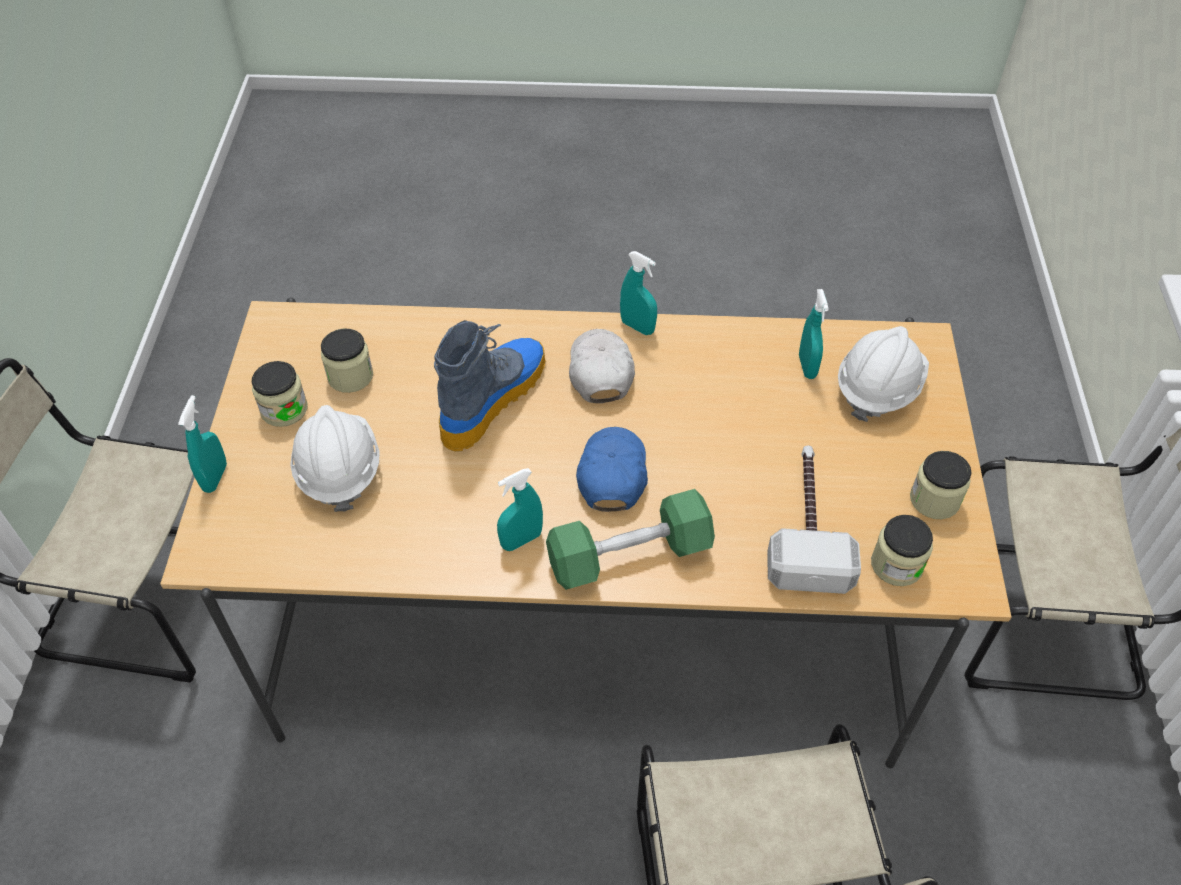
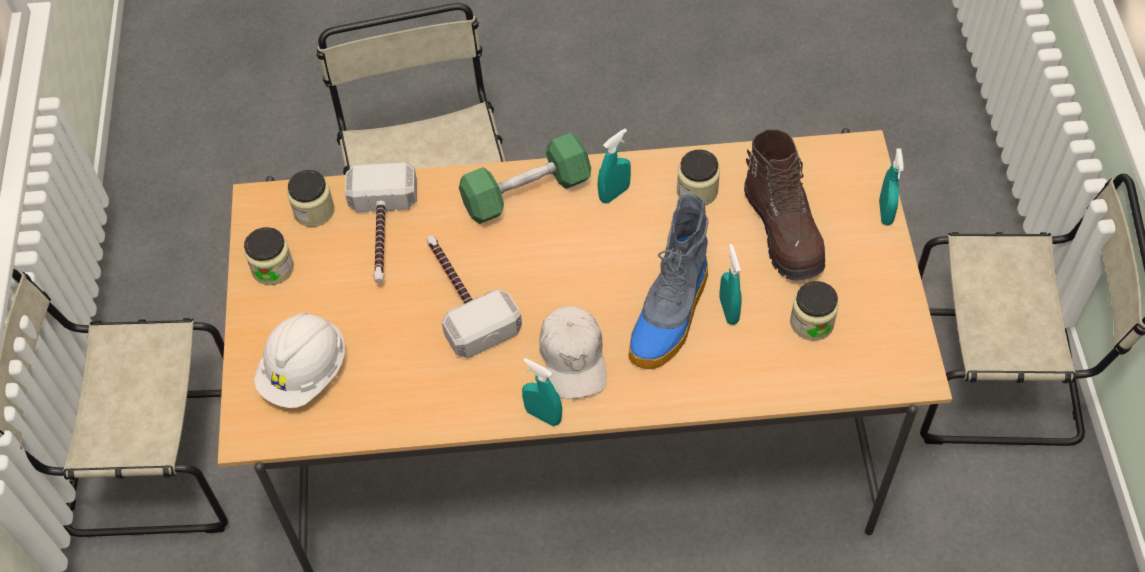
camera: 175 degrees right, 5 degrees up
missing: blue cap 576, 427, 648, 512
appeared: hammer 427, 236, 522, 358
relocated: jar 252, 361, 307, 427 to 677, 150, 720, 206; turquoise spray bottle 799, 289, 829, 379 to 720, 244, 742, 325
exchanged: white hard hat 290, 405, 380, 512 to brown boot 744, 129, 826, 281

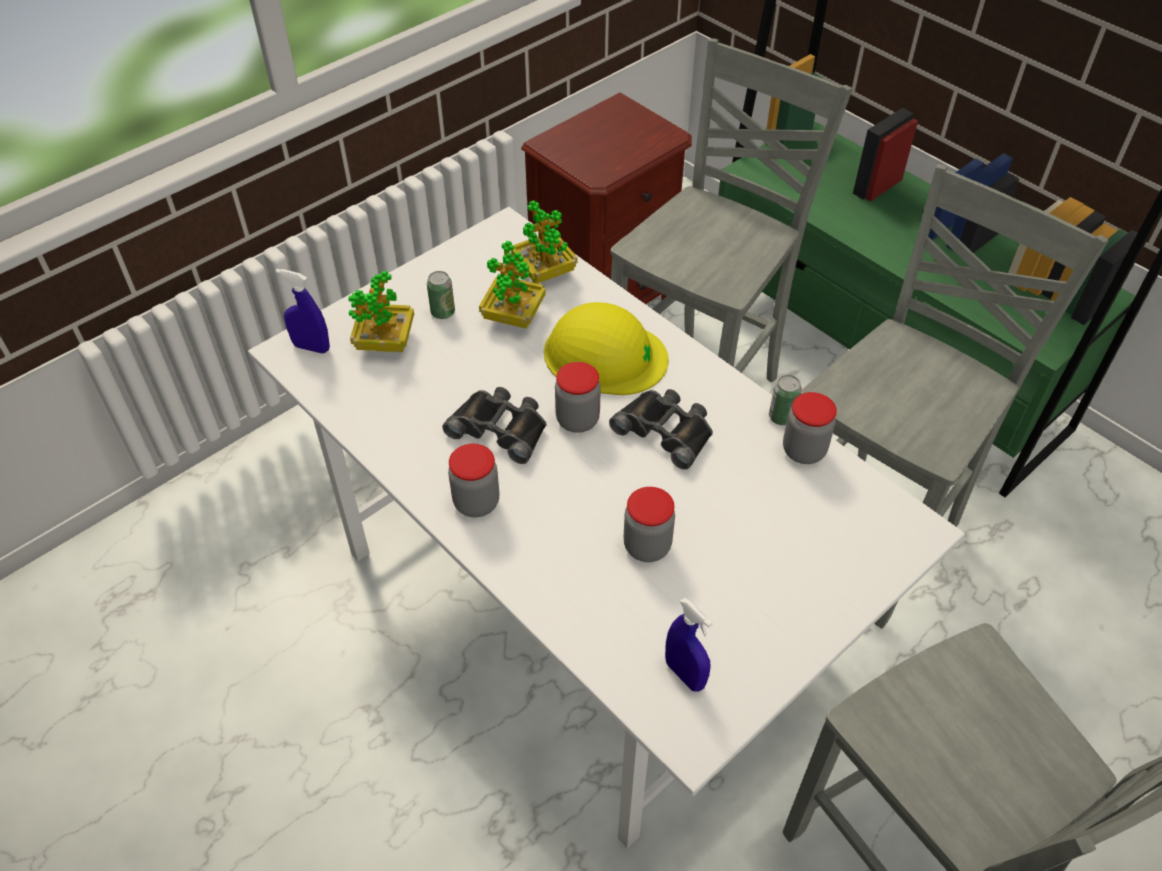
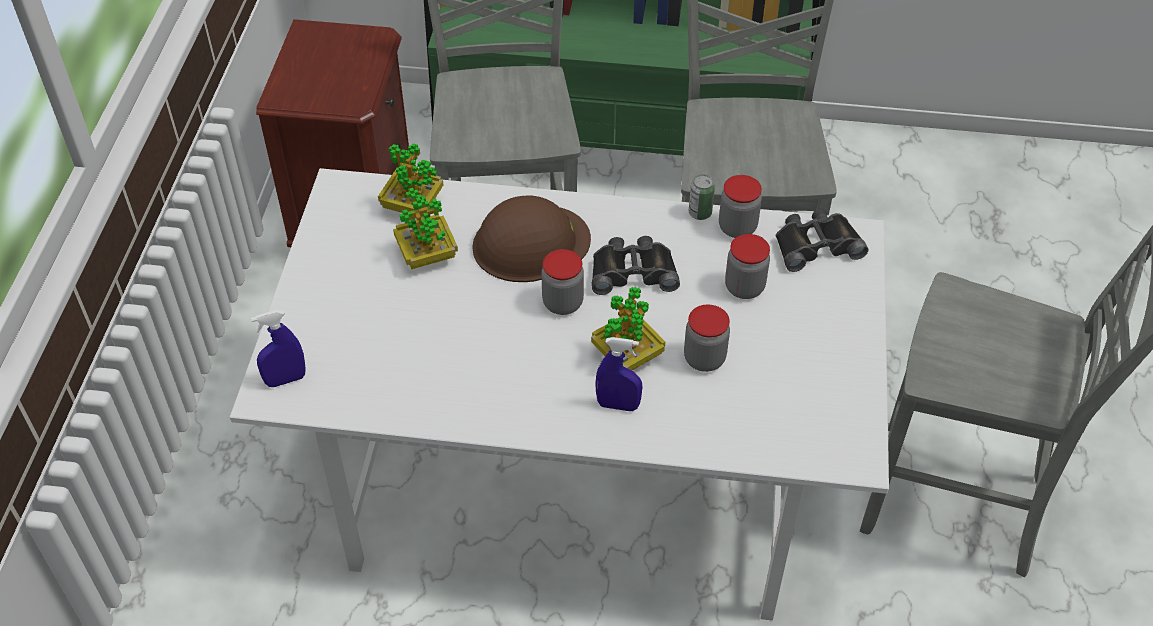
camera: 40 degrees left, 0 degrees up
missing: can 427, 271, 455, 319
relocated: potted plant 348, 271, 414, 352 to 591, 287, 665, 371; blue spray bottle 665, 598, 712, 692 to 595, 337, 642, 411; jar 448, 444, 499, 517 to 725, 234, 770, 299; black binoculars 442, 387, 547, 464 to 776, 209, 869, 272
colour: yellow hard hat 544, 302, 669, 395 to brown hard hat 472, 196, 591, 282

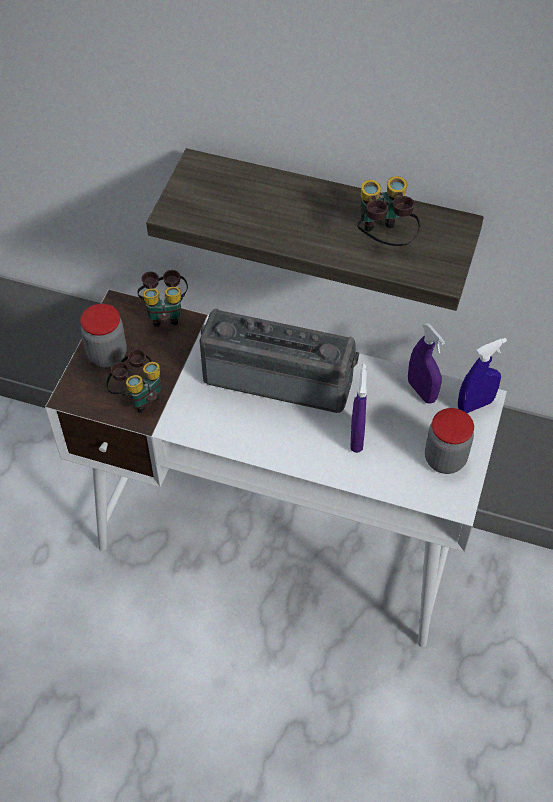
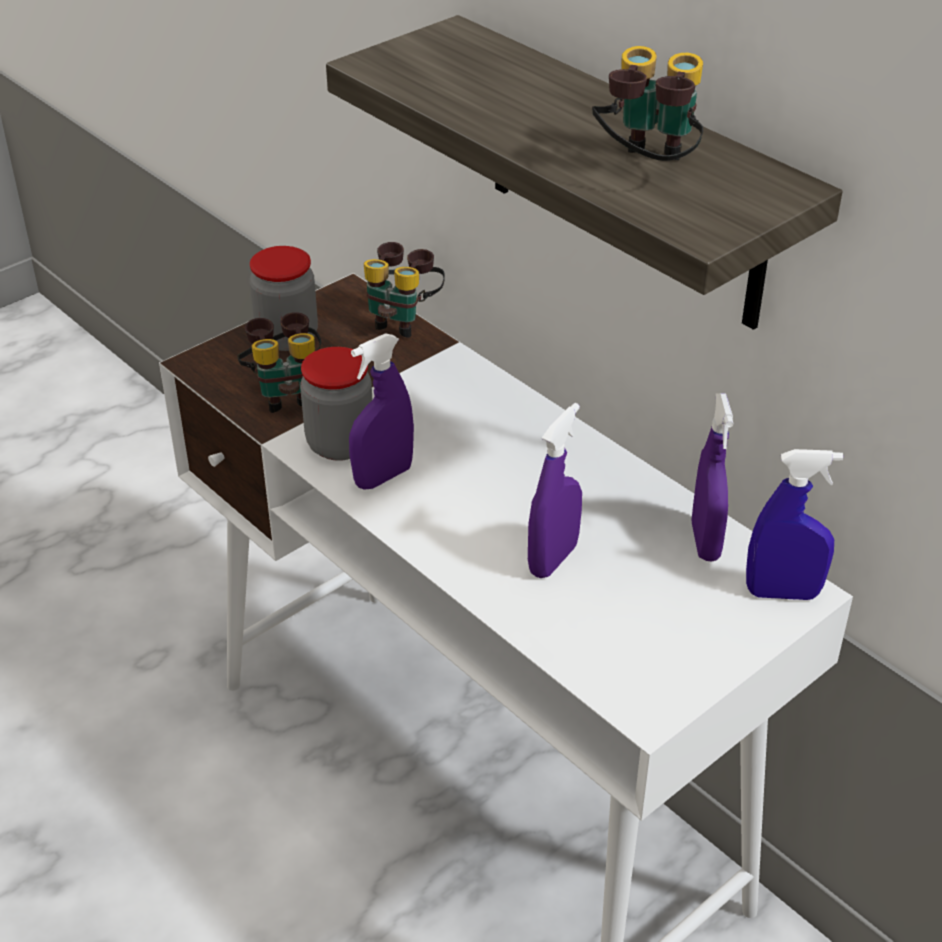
camera: 30 degrees right, 15 degrees down
missing: radio 199, 309, 359, 413
appeared: purple spray bottle 349, 333, 414, 490
relocated: jar 425, 408, 474, 474 to 300, 347, 372, 461

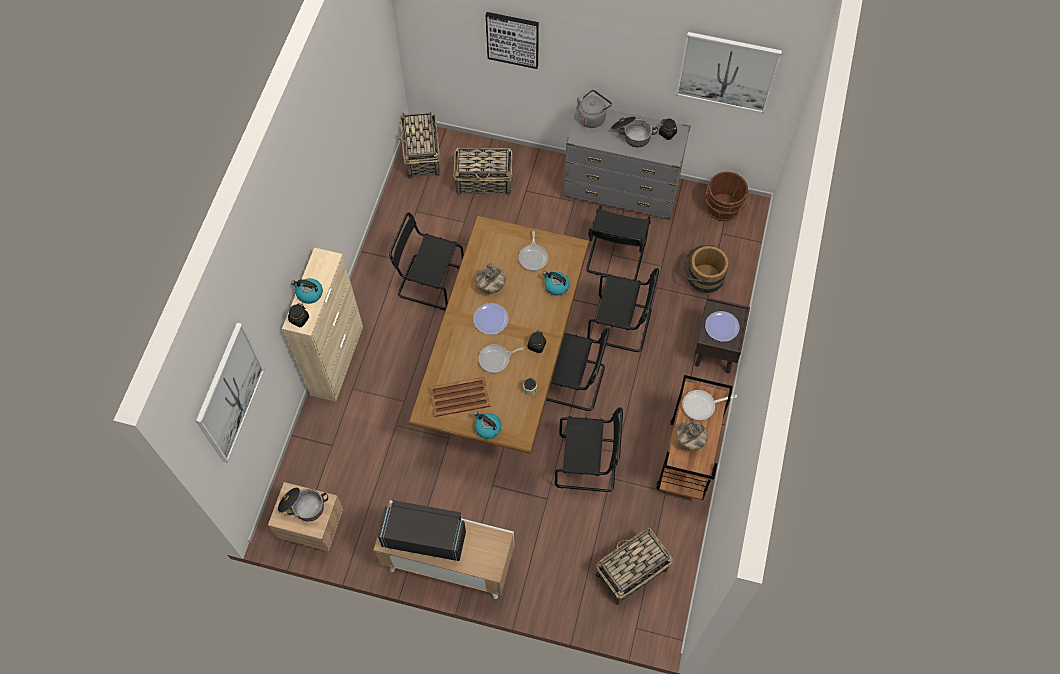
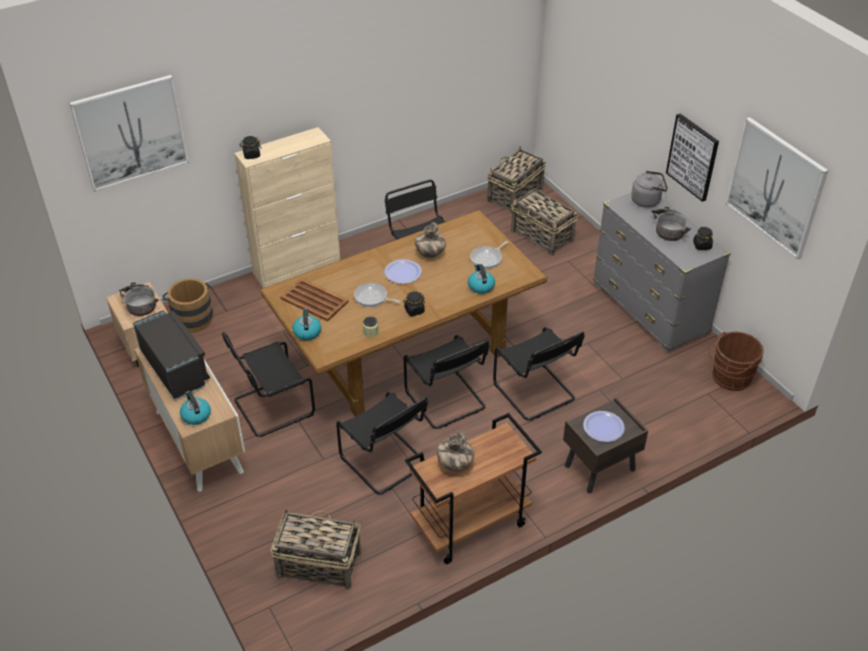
camera: 45 degrees right, 20 degrees down
missing: frying pan 682, 390, 737, 420
relocated: brown bucket 682, 244, 728, 295 to 162, 278, 213, 333; kettle 291, 278, 323, 304 to 180, 391, 211, 425; black chair 586, 206, 651, 280 to 222, 332, 315, 437; picture 486, 12, 539, 69 to 666, 114, 719, 202

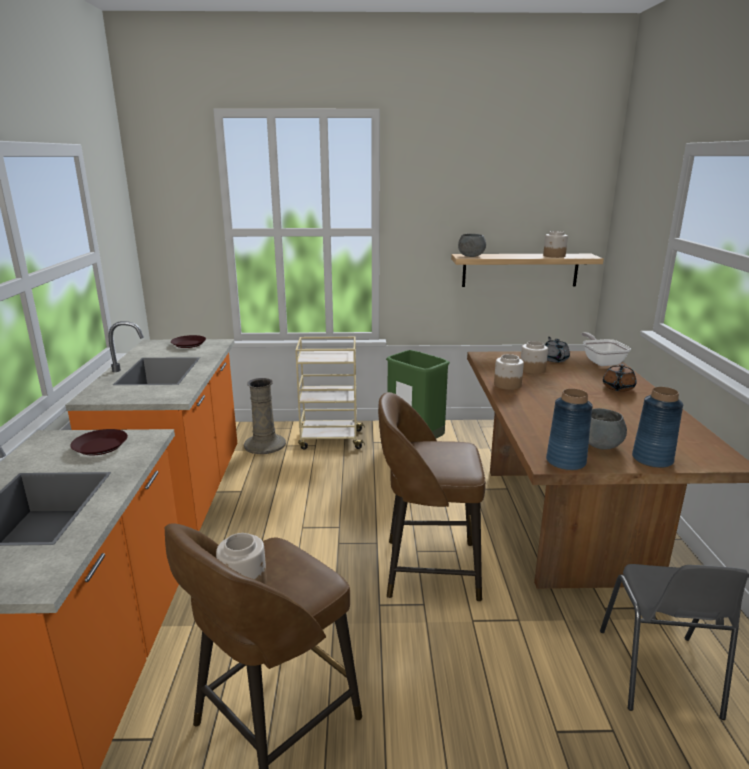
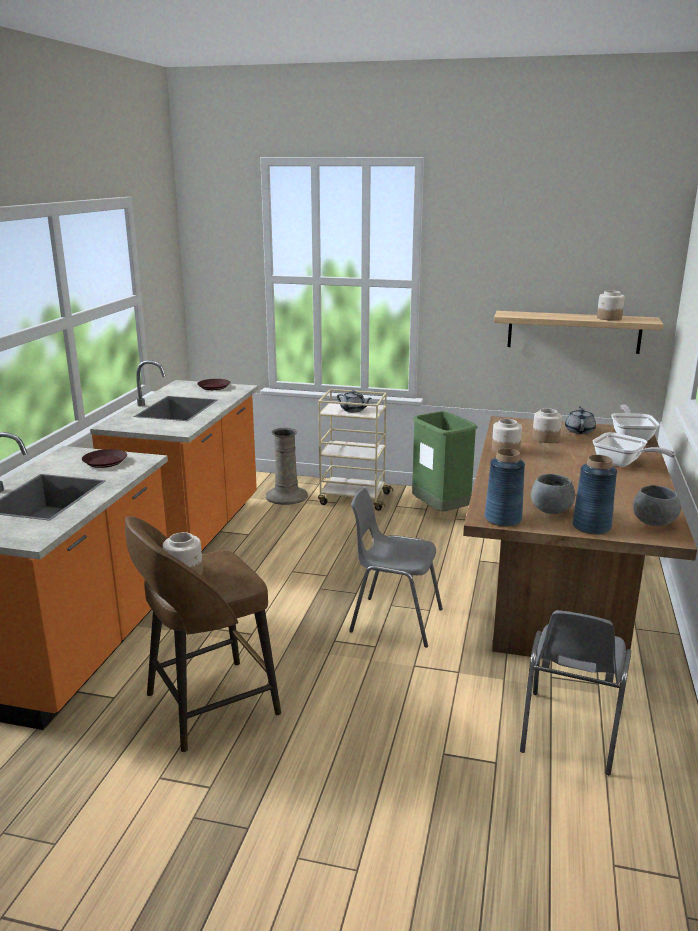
camera: 15 degrees right, 0 degrees up
appeared: grey teapot 337, 390, 372, 412
relocated: grey bowl 458, 234, 486, 257 to 633, 485, 681, 526
exchanged: brown stool 378, 392, 486, 601 to grey chair 349, 488, 443, 648; brown teapot 603, 364, 636, 391 to frying pan 593, 432, 676, 467

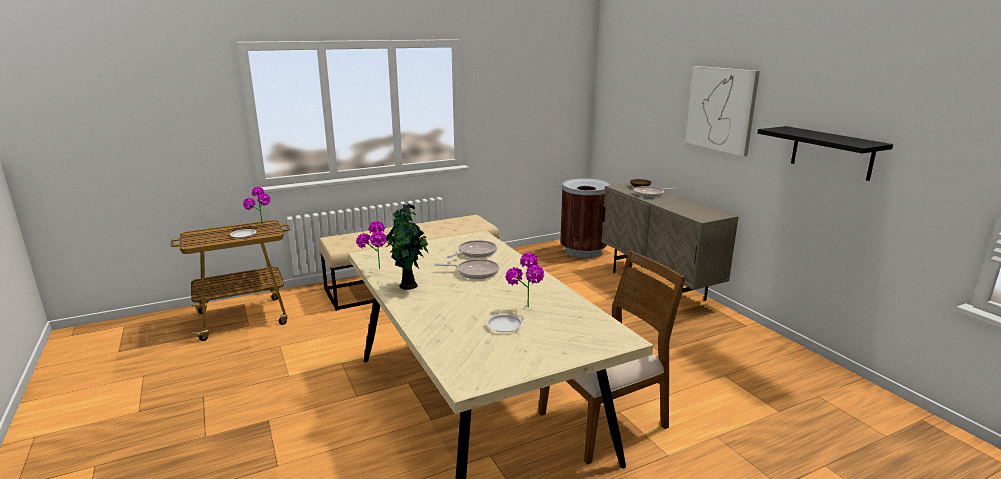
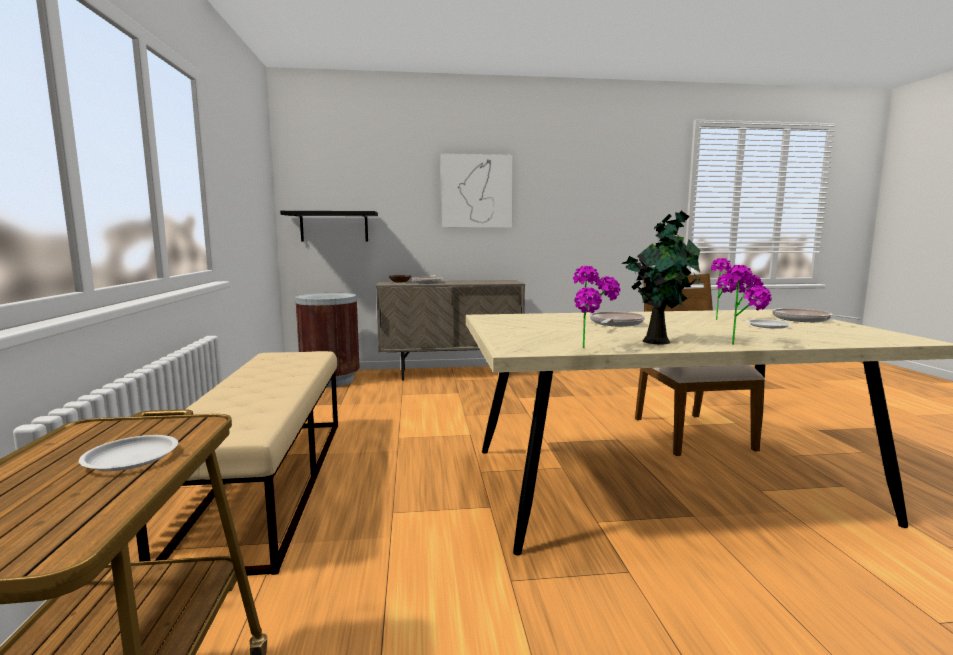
camera: 70 degrees left, 10 degrees down
relocated: black shelf 757, 126, 893, 181 to 280, 211, 378, 241; potted plant 243, 187, 271, 225 to 725, 265, 772, 345; frying pan 447, 240, 497, 258 to 773, 308, 861, 322

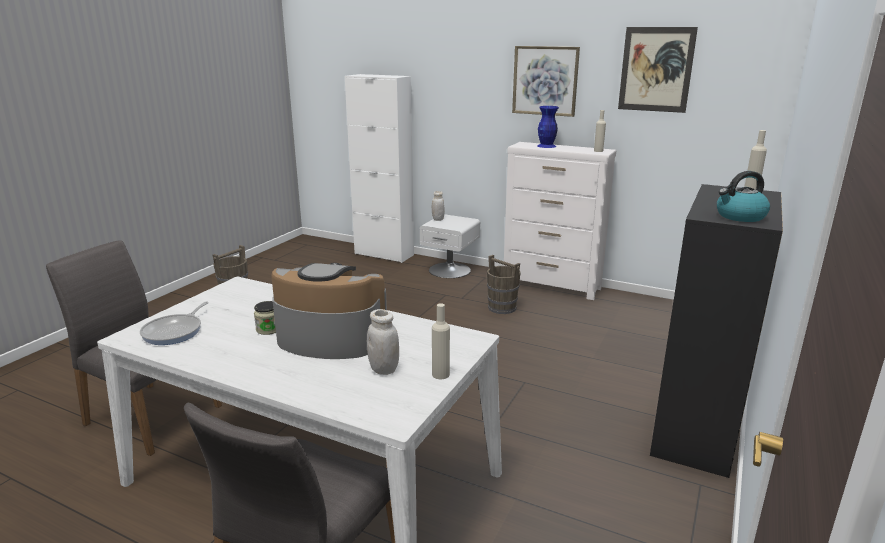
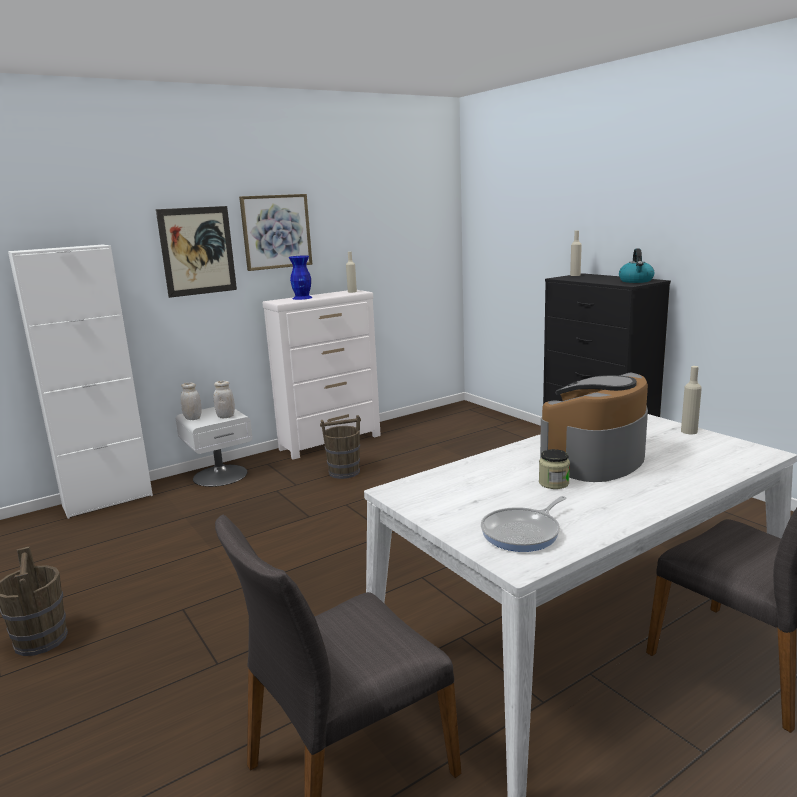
camera: 60 degrees left, 5 degrees down
relocated: picture 618, 27, 698, 113 to 156, 206, 237, 298; white jar 367, 309, 399, 375 to 213, 381, 235, 418
spun: frying pan 140, 302, 209, 345 = 481, 496, 566, 552 90 degrees clockwise

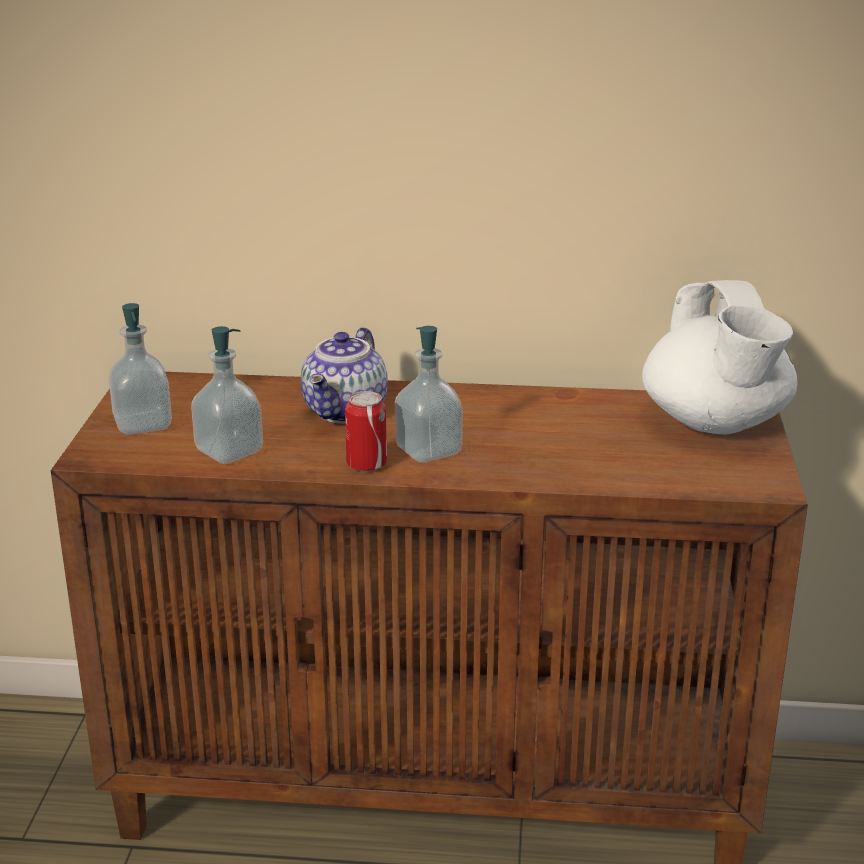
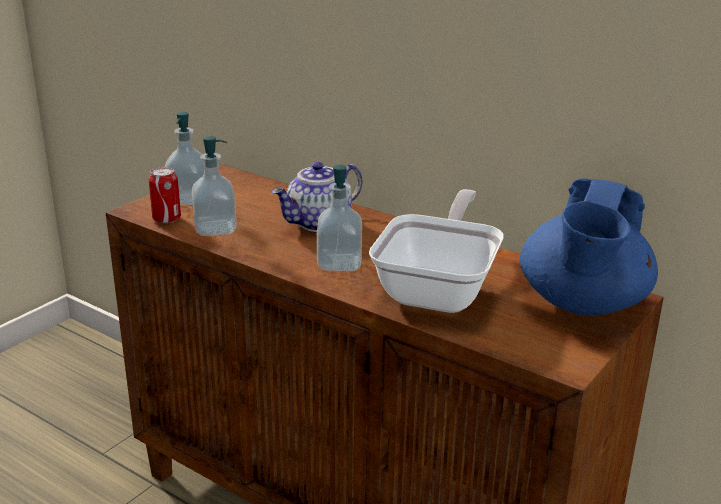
camera: 30 degrees right, 0 degrees up
appeared: frying pan 369, 189, 504, 313
relocated: can 345, 391, 387, 472 to 149, 167, 181, 224
colour: white teapot 642, 280, 797, 434 to blue teapot 520, 178, 658, 316

